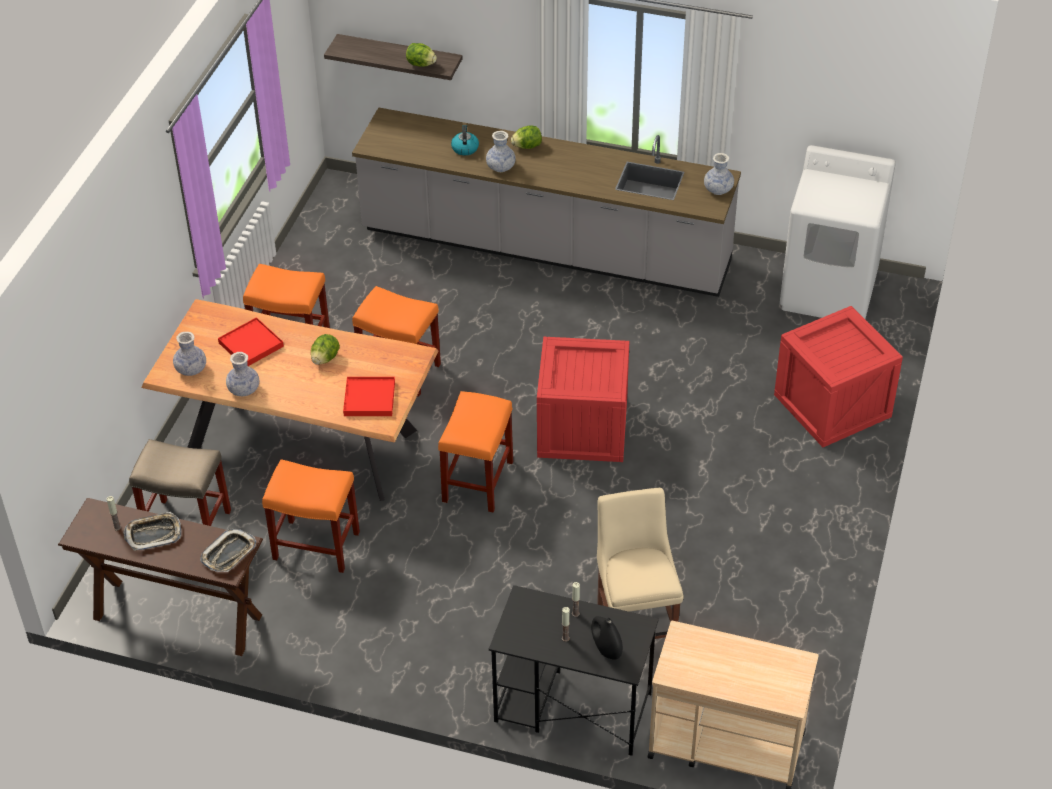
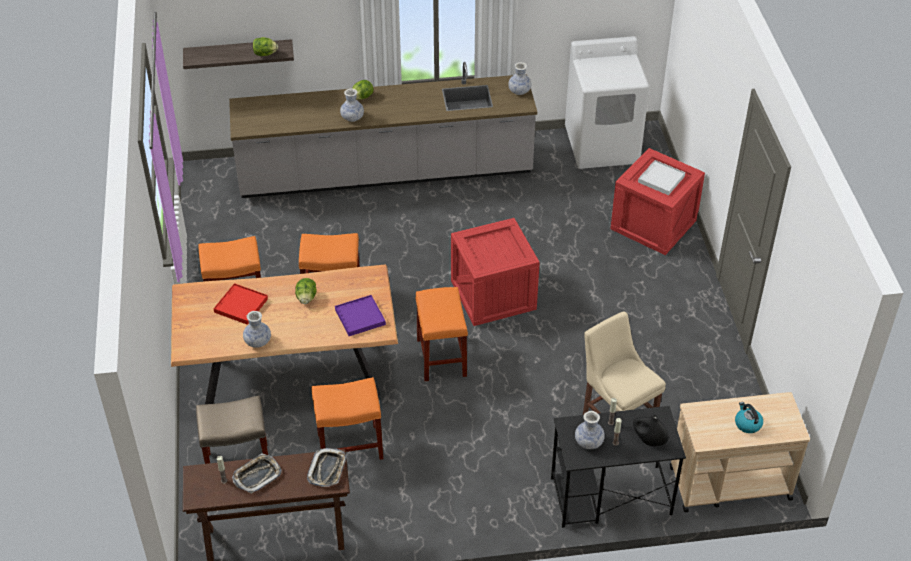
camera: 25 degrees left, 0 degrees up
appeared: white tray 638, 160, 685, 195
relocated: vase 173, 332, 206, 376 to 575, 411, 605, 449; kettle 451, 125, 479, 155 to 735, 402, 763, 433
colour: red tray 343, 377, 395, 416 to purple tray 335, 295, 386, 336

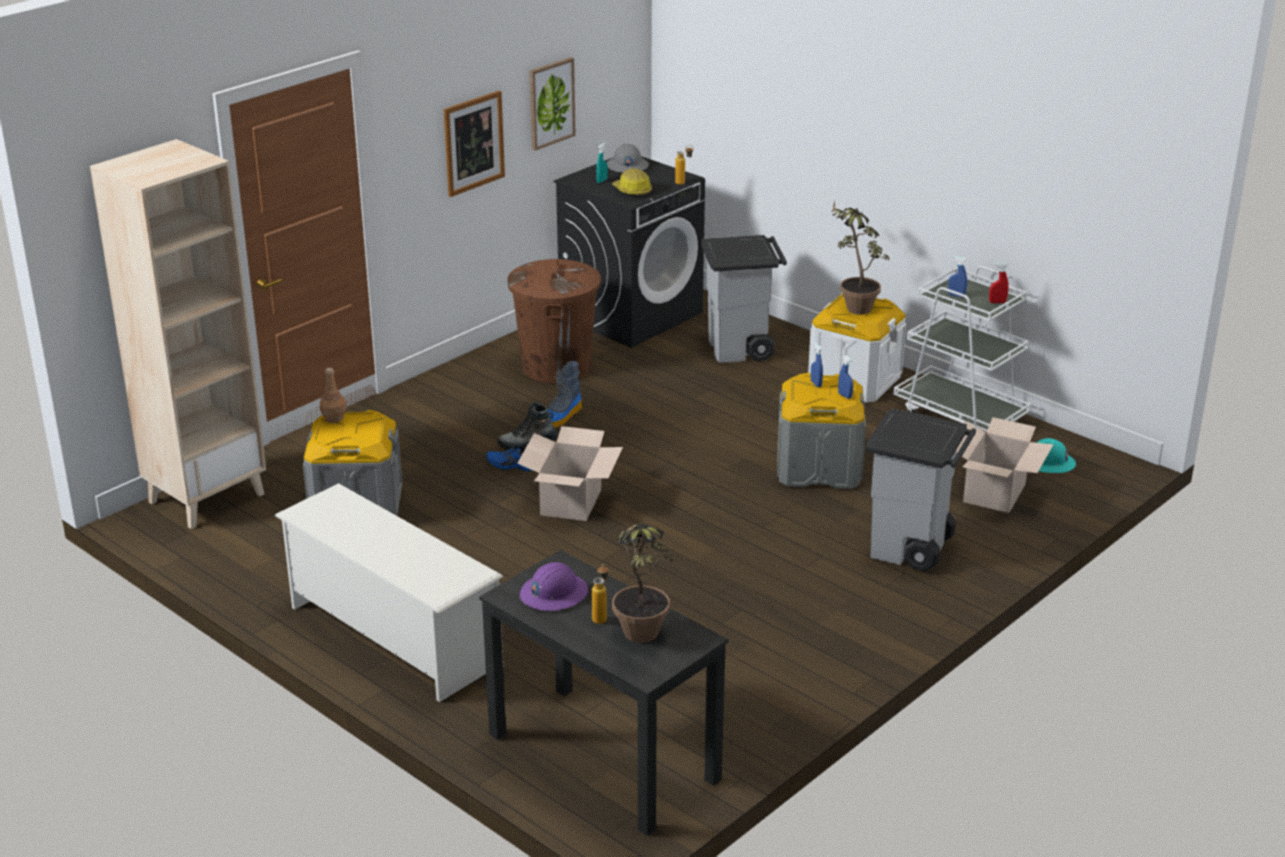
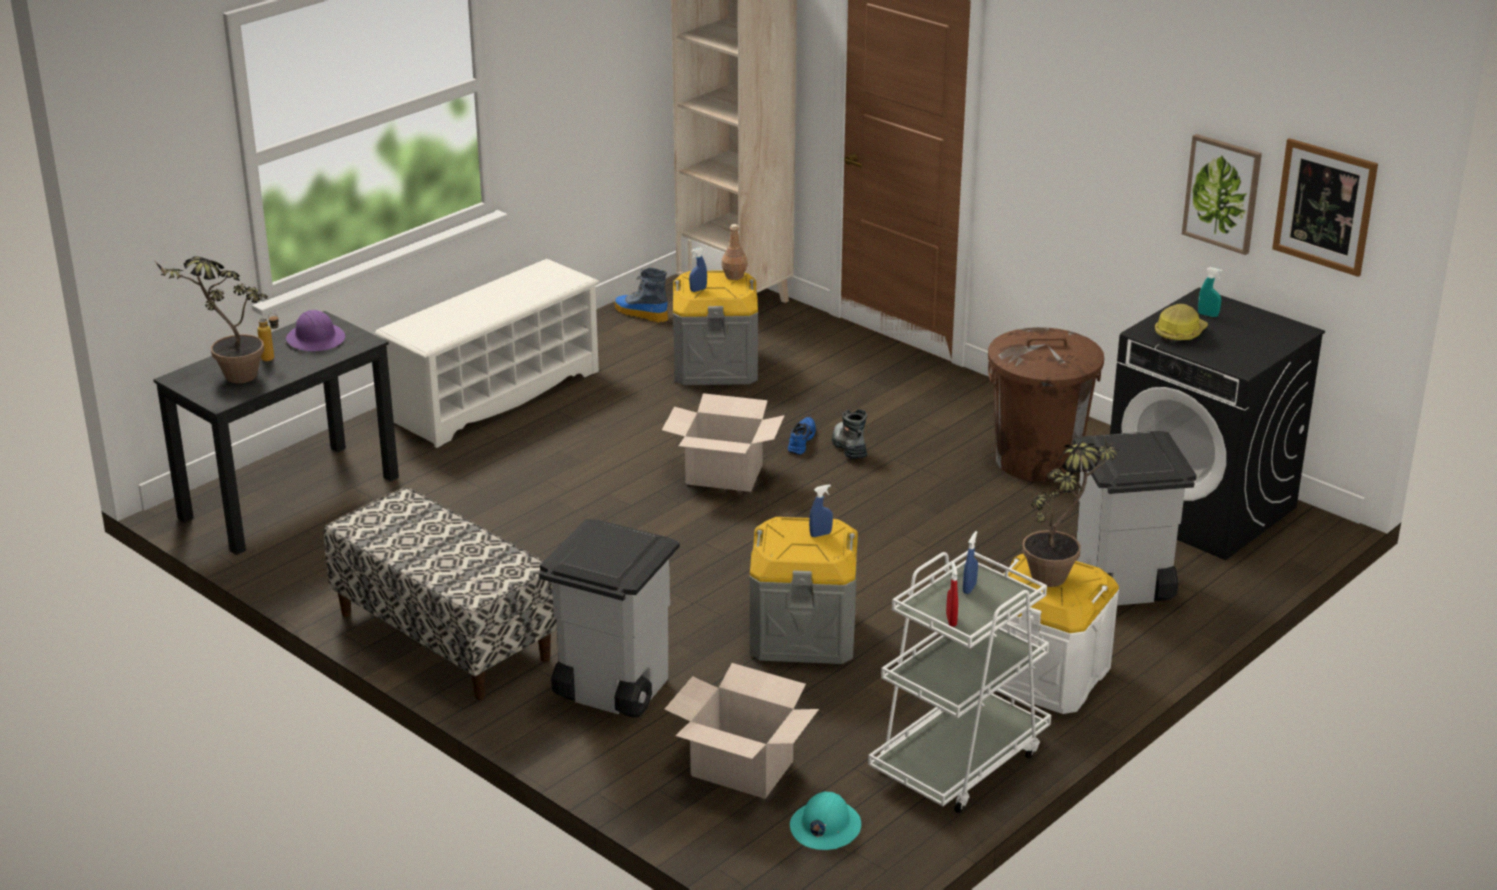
camera: 90 degrees right, 0 degrees up
missing: grey hard hat 607, 143, 649, 173; bottle 675, 145, 693, 185
appeared: bench 324, 487, 557, 700
relocated: boot 548, 361, 582, 428 to 615, 268, 668, 322; blue spray bottle 838, 355, 853, 399 to 689, 247, 707, 292; picture 444, 91, 505, 197 to 1272, 138, 1378, 277

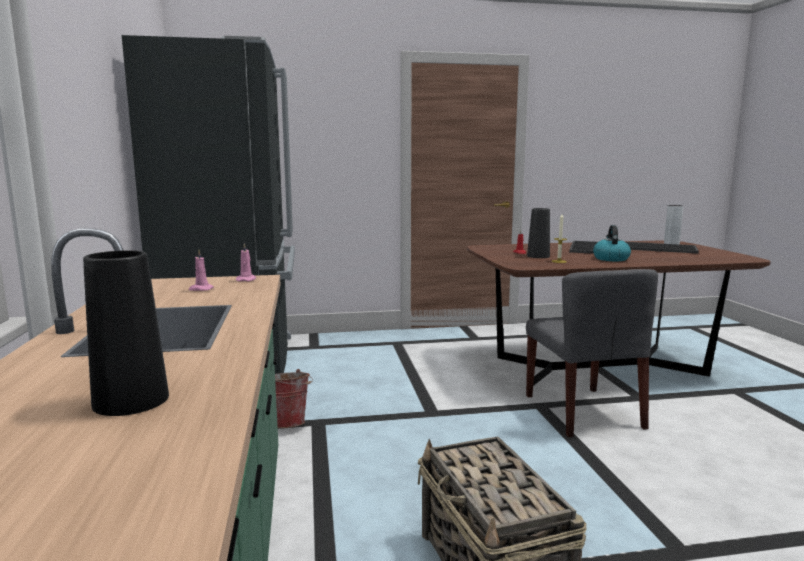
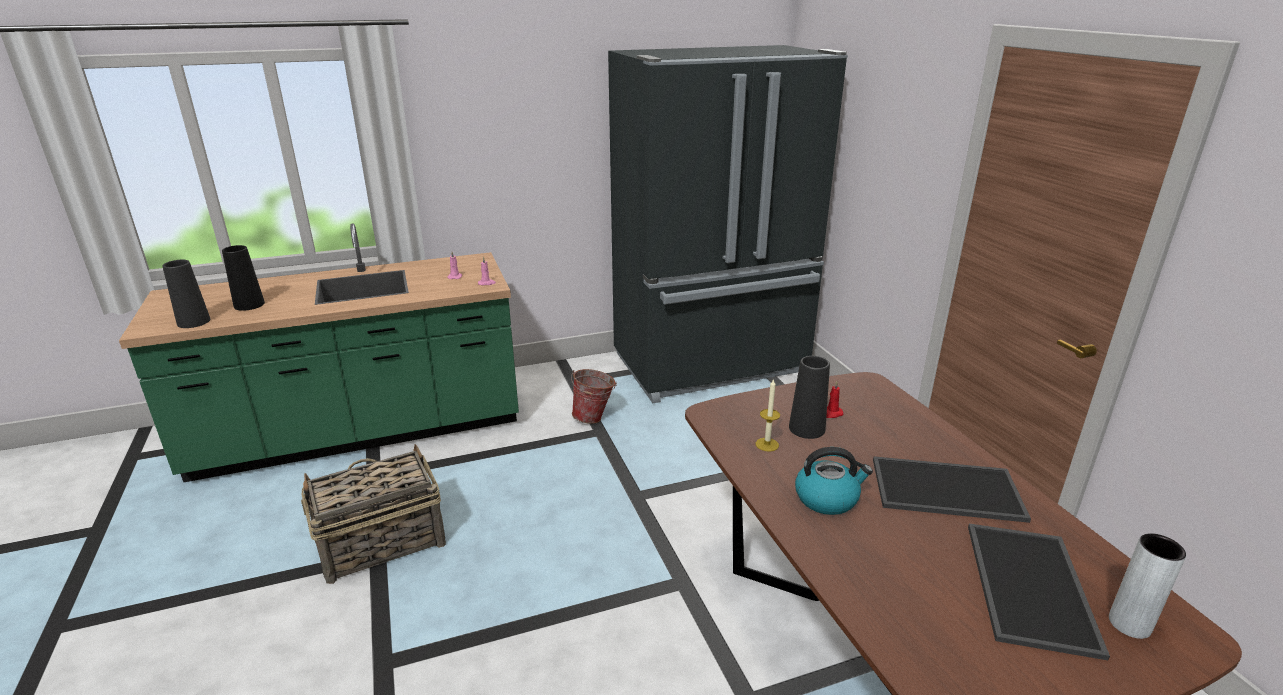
camera: 80 degrees right, 15 degrees up
missing: grey chair 526, 269, 658, 437
appeared: black vase 162, 260, 210, 328

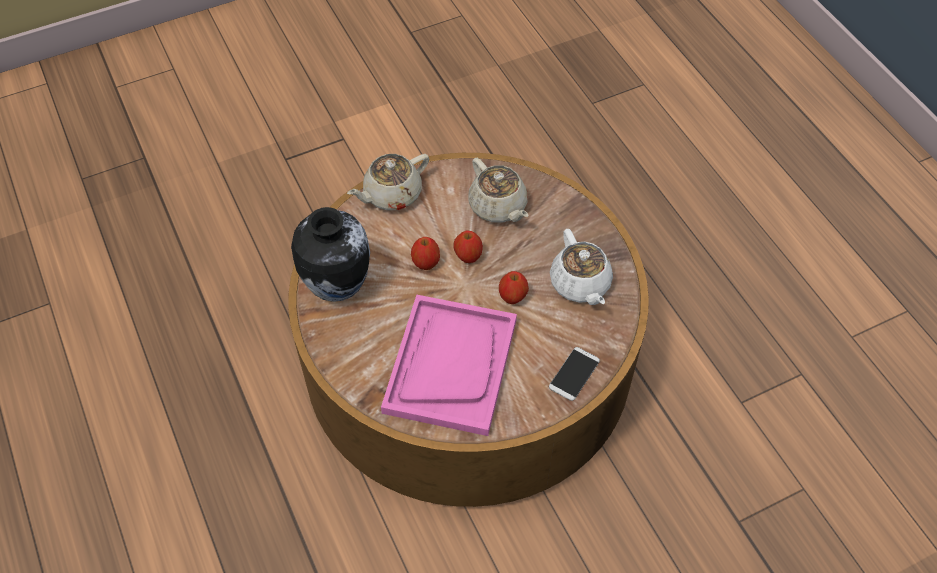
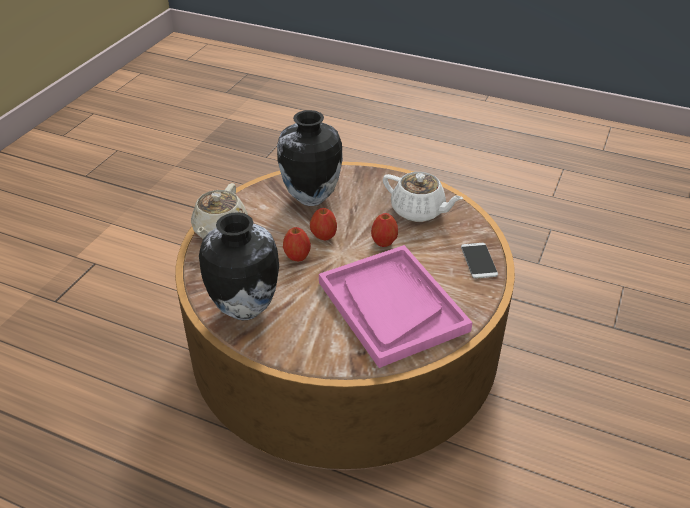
camera: 40 degrees left, 15 degrees down
exchanged: beige teapot 468, 158, 528, 223 to vase 277, 110, 343, 206

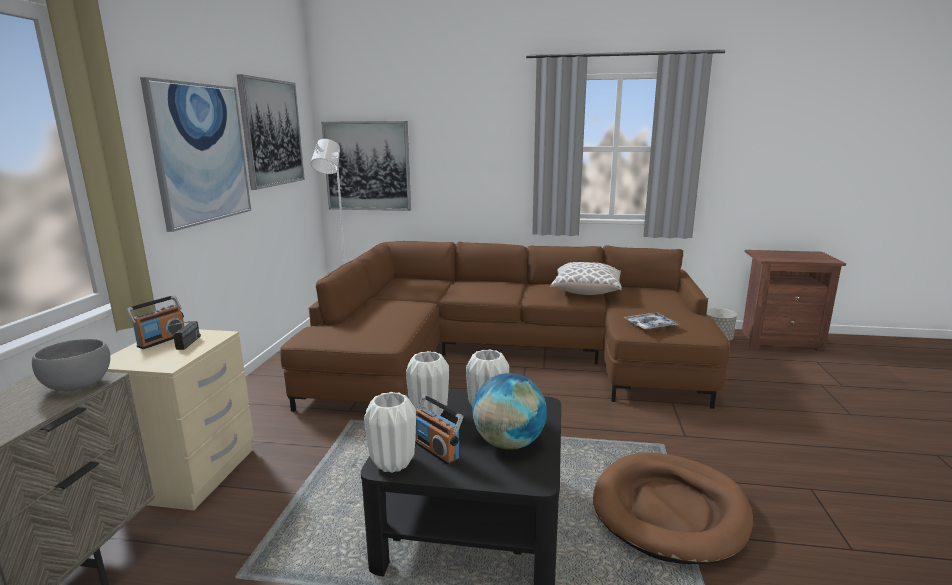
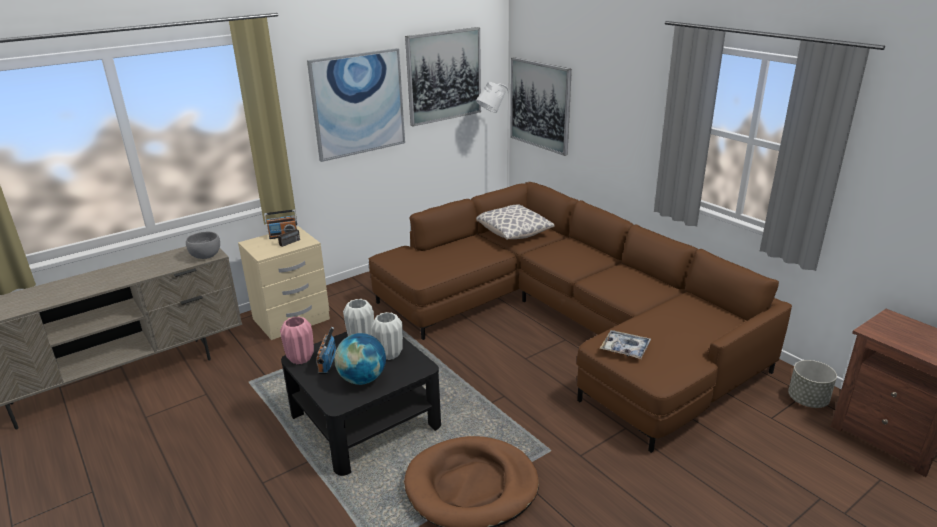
camera: 45 degrees right, 10 degrees up
relocated: pillow 550, 262, 622, 295 to 476, 204, 554, 240
colour: white vase 364, 392, 416, 473 to pink vase 280, 316, 314, 364

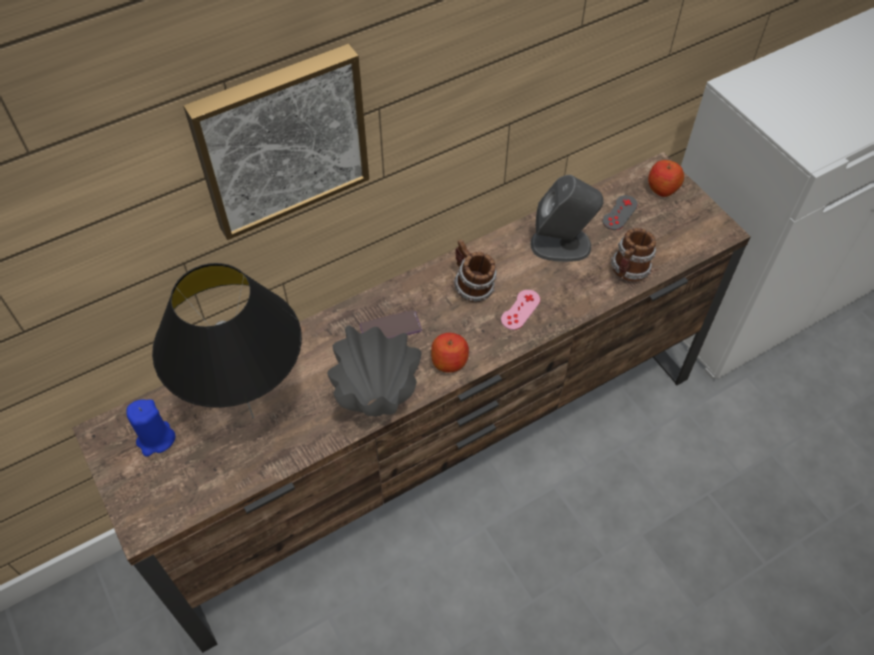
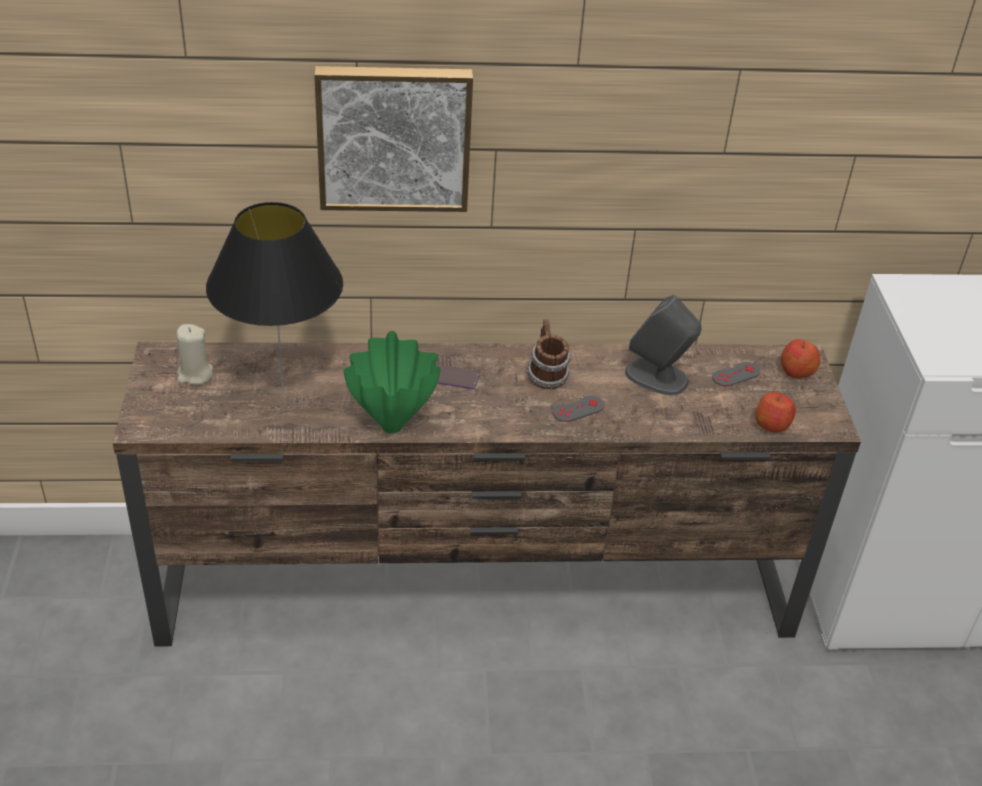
camera: 25 degrees right, 15 degrees down
missing: mug 611, 228, 656, 281
relocated: apple 431, 333, 469, 373 to 755, 392, 796, 432
colour: blue candle 126, 399, 176, 457 to beige candle 176, 324, 213, 385; grey vase 327, 326, 422, 416 to green vase 343, 331, 441, 434; pink game controller 501, 290, 540, 330 to grey game controller 553, 396, 604, 422

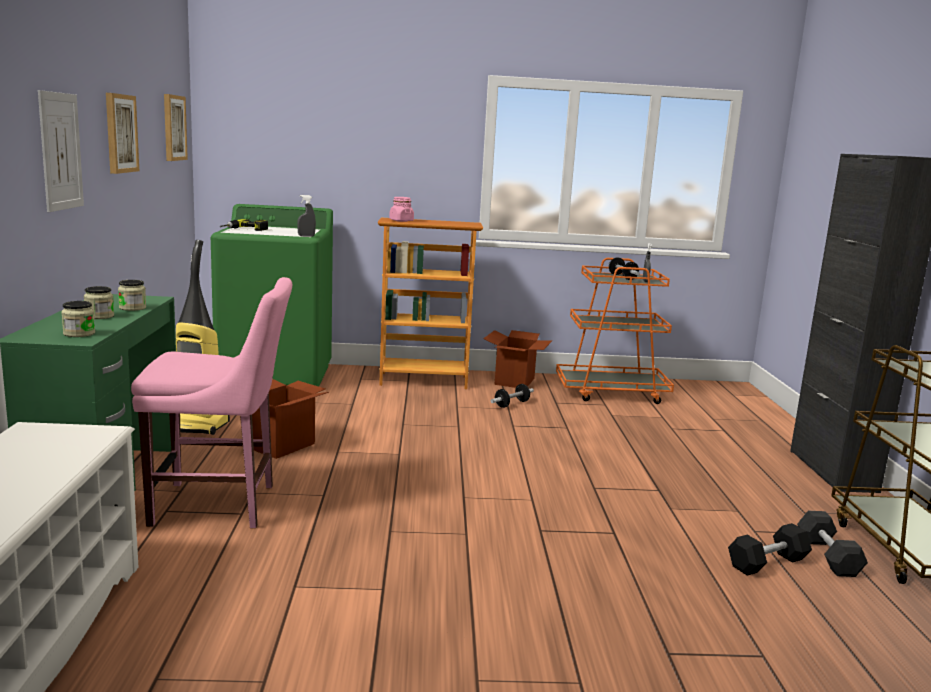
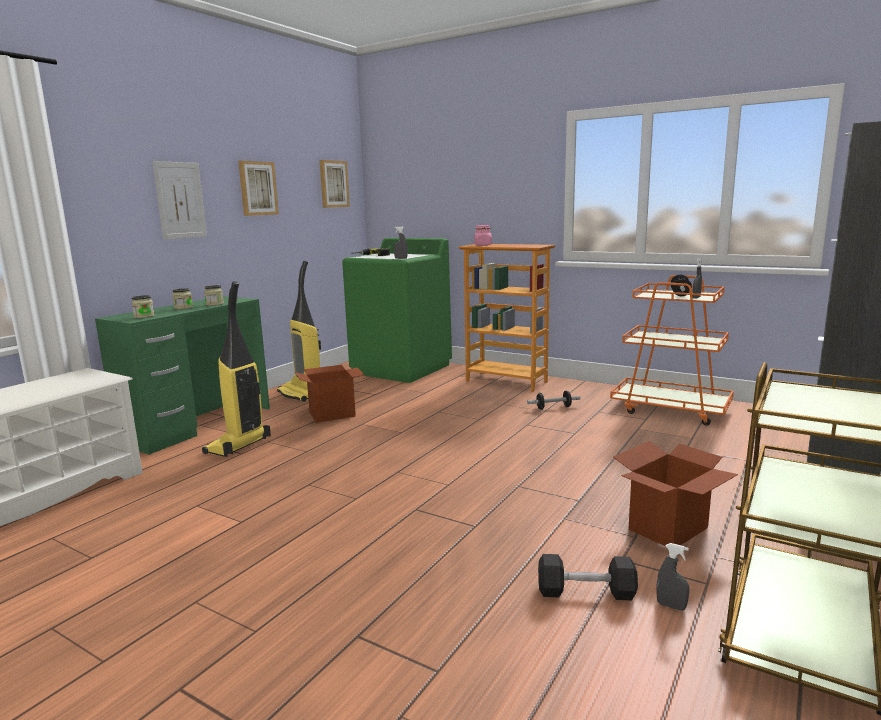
camera: 35 degrees right, 0 degrees up
relocated: cardboard box 483, 330, 552, 388 to 613, 441, 738, 546
exchanged: pink chair 131, 277, 292, 528 to vacuum cleaner 202, 281, 271, 457; grey dumbbell 797, 511, 868, 577 to grey spray bottle 656, 543, 689, 611

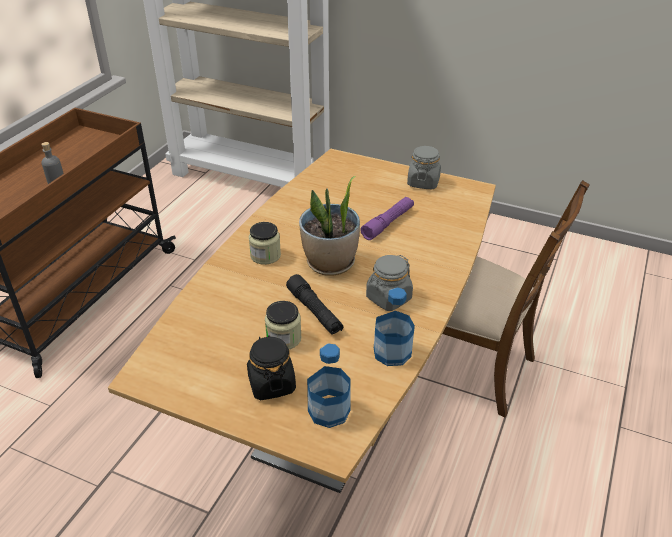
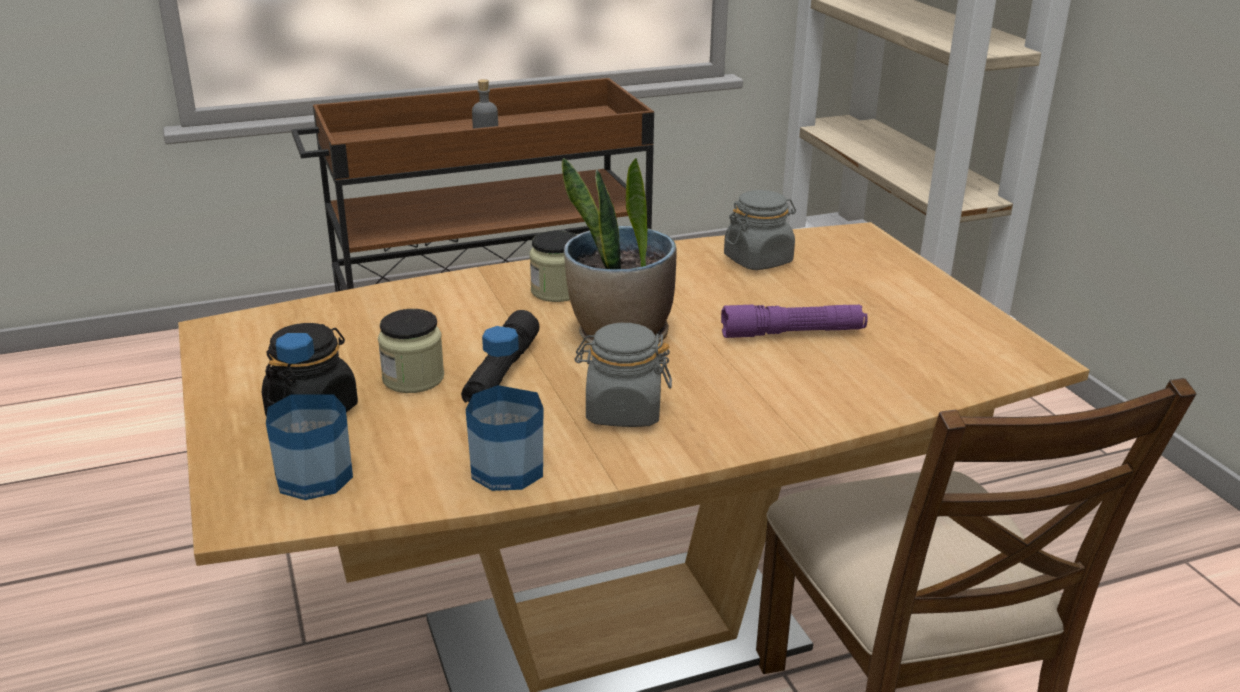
camera: 45 degrees right, 10 degrees down
relocated: grey jar 407, 146, 441, 189 to 724, 190, 796, 270

